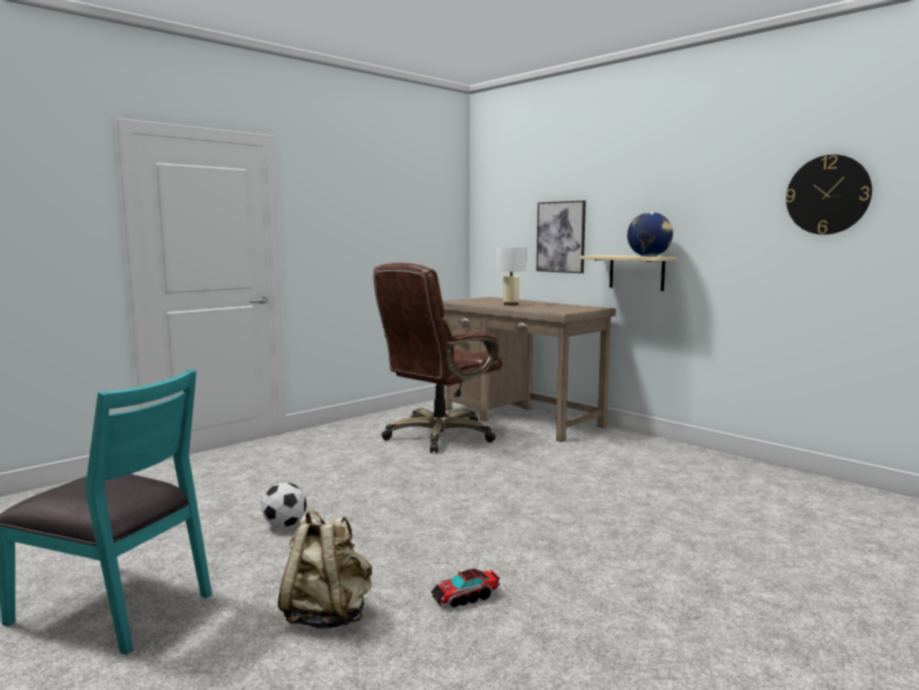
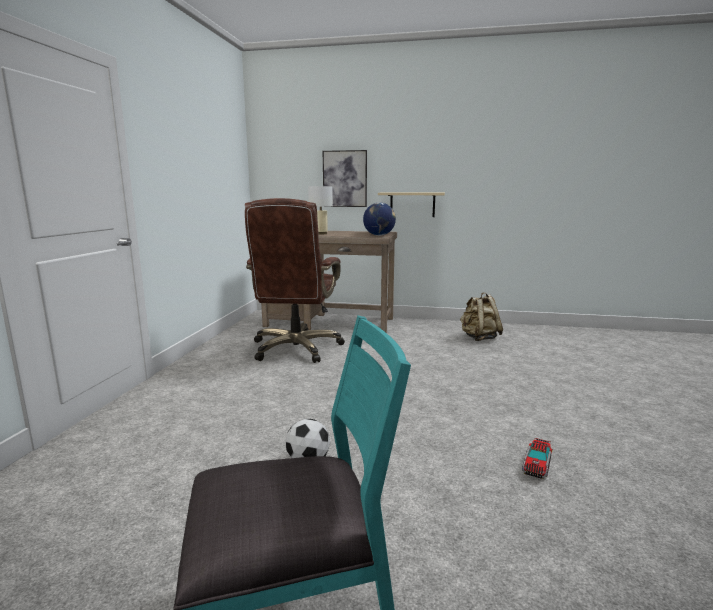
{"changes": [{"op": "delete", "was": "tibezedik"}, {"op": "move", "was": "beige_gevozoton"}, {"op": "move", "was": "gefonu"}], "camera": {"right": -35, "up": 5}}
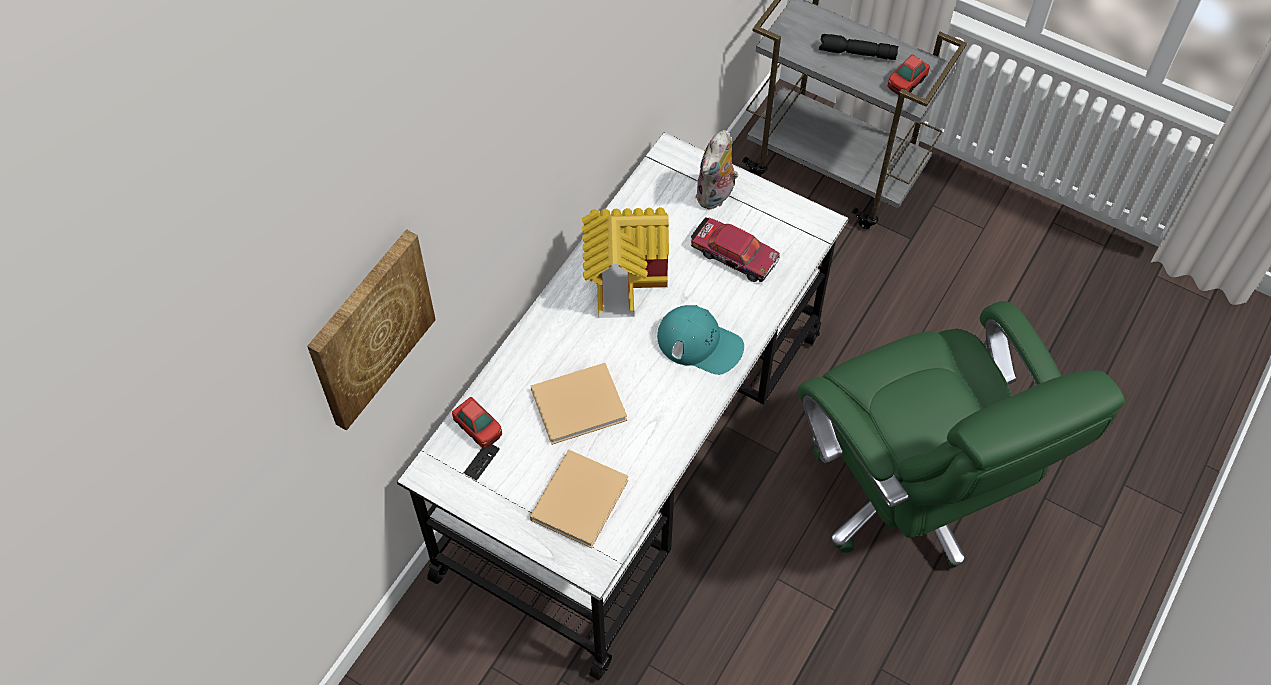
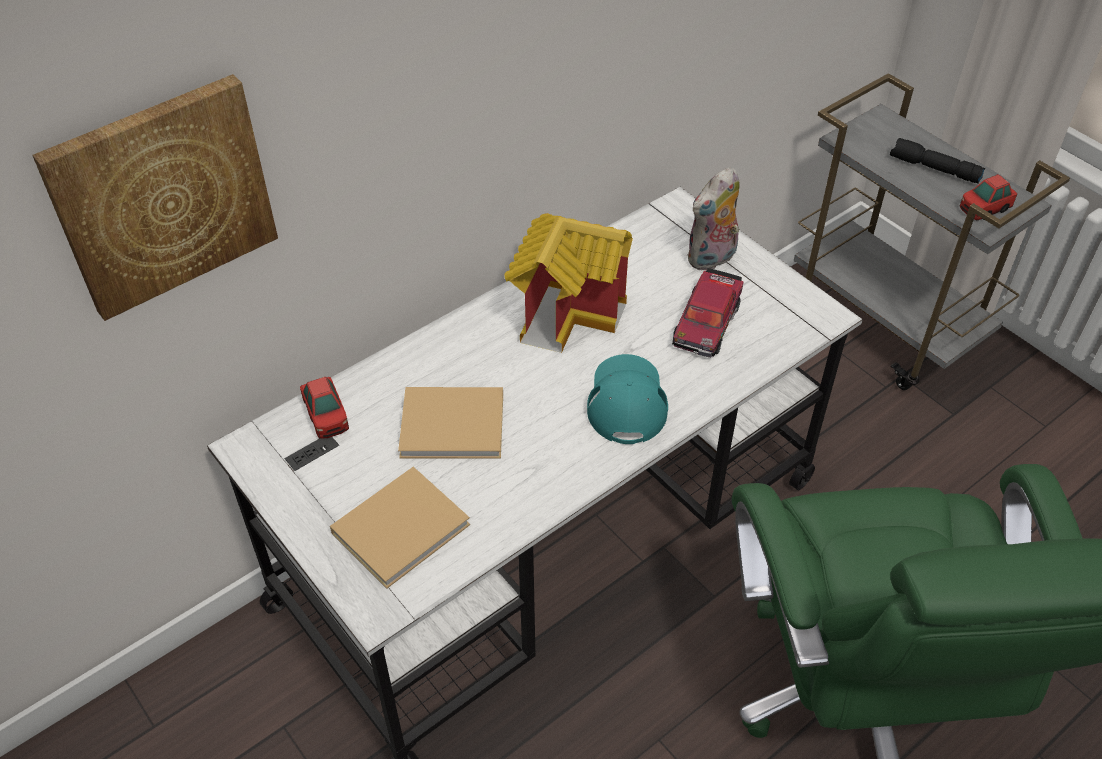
{"changes": [{"op": "rotate", "was": "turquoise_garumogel", "clockwise": -135}, {"op": "rotate", "was": "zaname (2nd from left)", "clockwise": 60}], "camera": {"right": 20, "up": -10}}
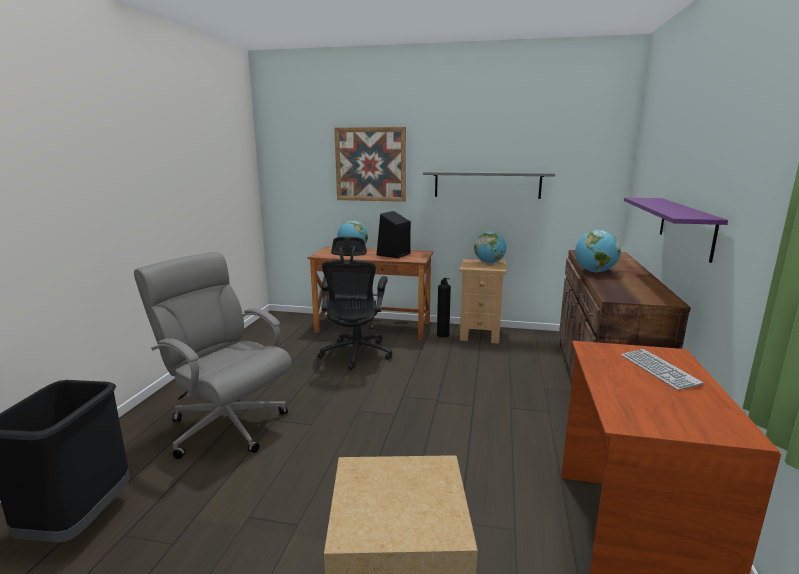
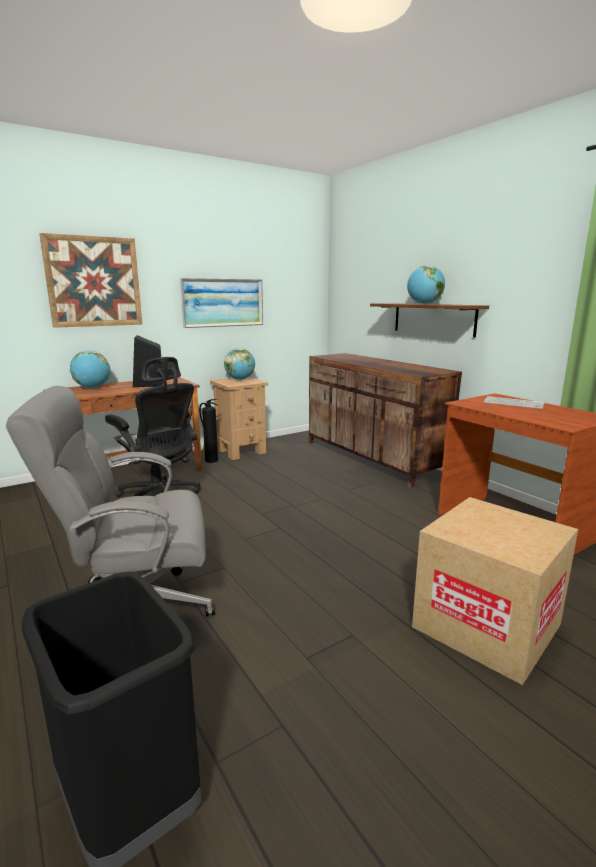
{"changes": [{"op": "move", "was": "gefonu (3rd from left)"}, {"op": "replace", "was": "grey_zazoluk", "now": "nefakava (2nd from left)"}, {"op": "recolor", "was": "purple_zazoluk", "now": "brown_zazoluk"}], "camera": {"right": -45, "up": 0}}
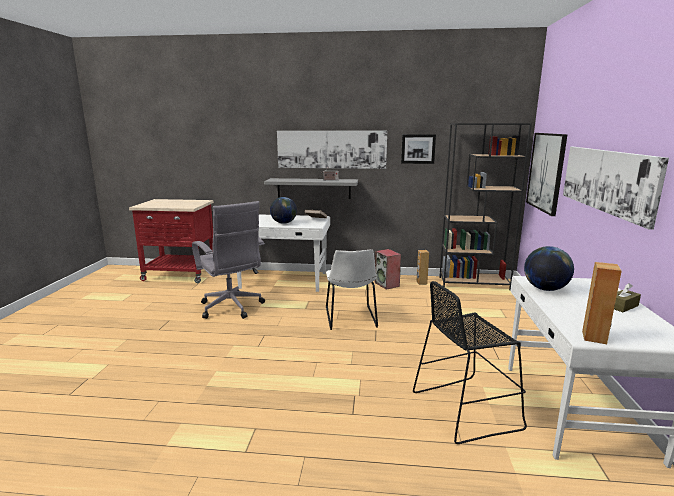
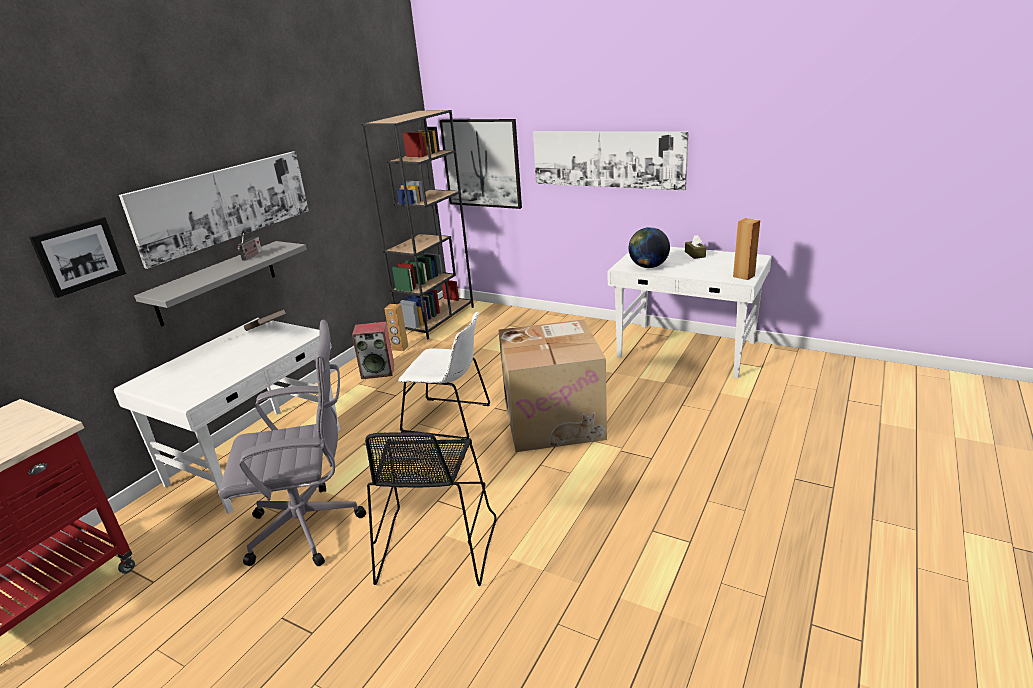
{"changes": [{"op": "delete", "was": "gefonu (1st from left)"}, {"op": "insert", "now": "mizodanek"}, {"op": "move", "was": "nefakava (2nd from left in the first image)", "now": "nefakava (1st from left)"}, {"op": "move", "was": "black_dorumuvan"}], "camera": {"right": -65, "up": 10}}
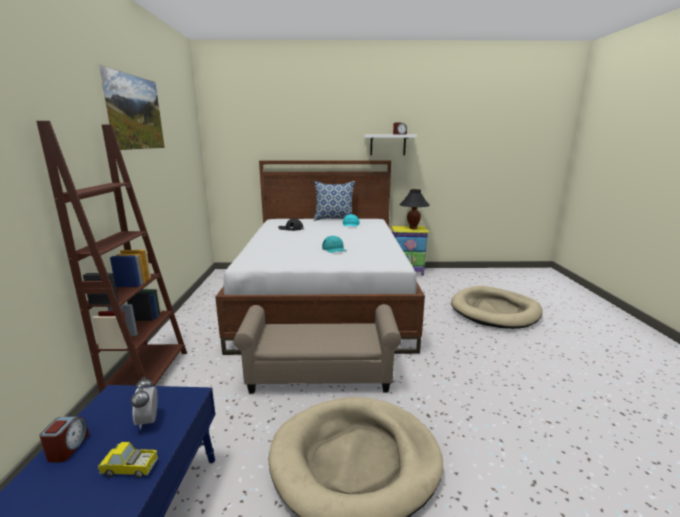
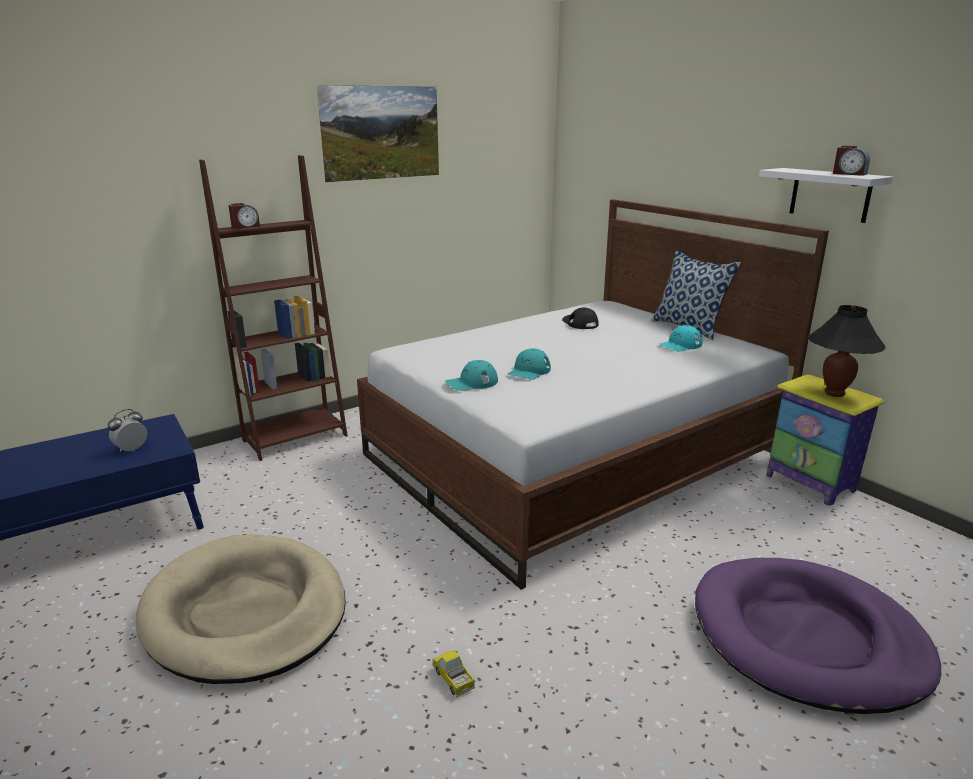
{"changes": [{"op": "delete", "was": "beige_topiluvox"}, {"op": "insert", "now": "turquoise_garumogel (1st from left)"}, {"op": "move", "was": "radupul (1st from left in the first image)", "now": "radupul (2nd from left)"}, {"op": "move", "was": "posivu"}, {"op": "recolor", "was": "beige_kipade (2nd from left)", "now": "purple_kipade"}], "camera": {"right": 55, "up": 5}}
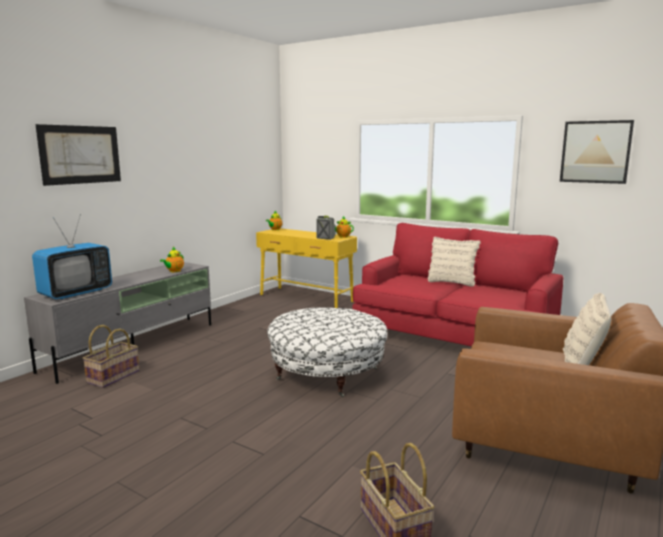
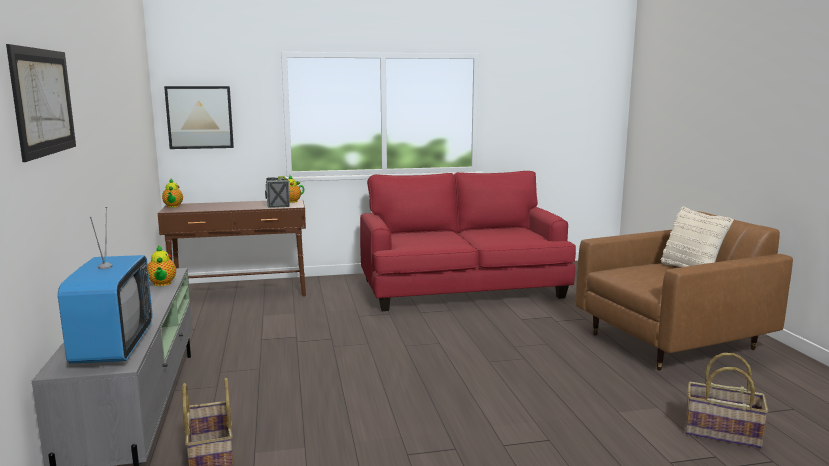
{"changes": [{"op": "delete", "was": "white_topiluvox"}, {"op": "delete", "was": "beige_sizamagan (1st from left)"}, {"op": "move", "was": "nefakava (2nd from left)"}, {"op": "recolor", "was": "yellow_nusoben", "now": "brown_nusoben"}], "camera": {"right": -45, "up": 0}}
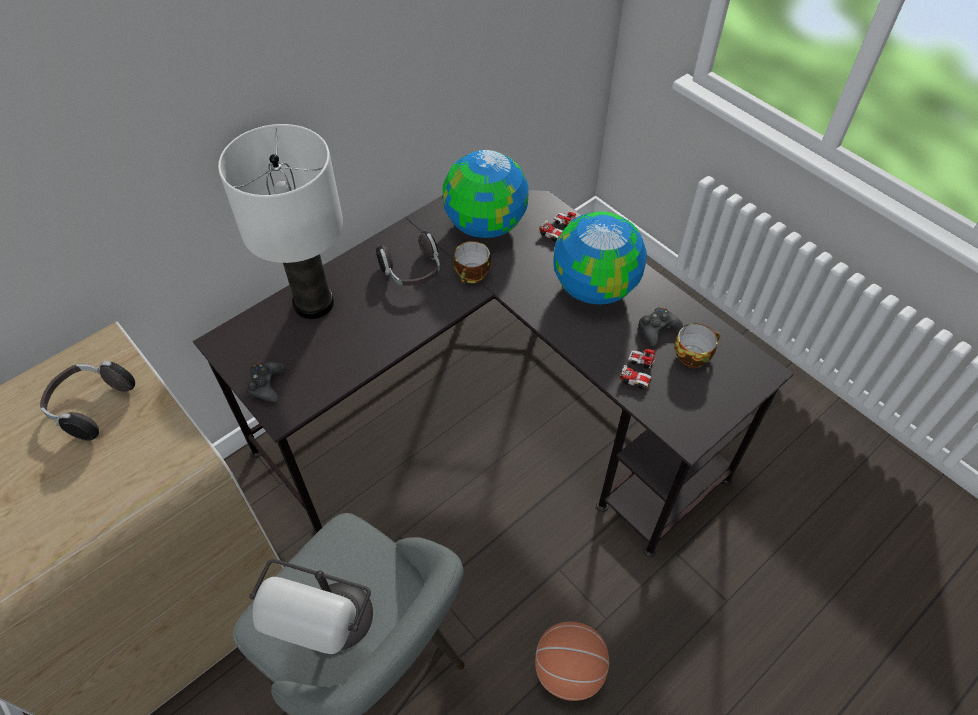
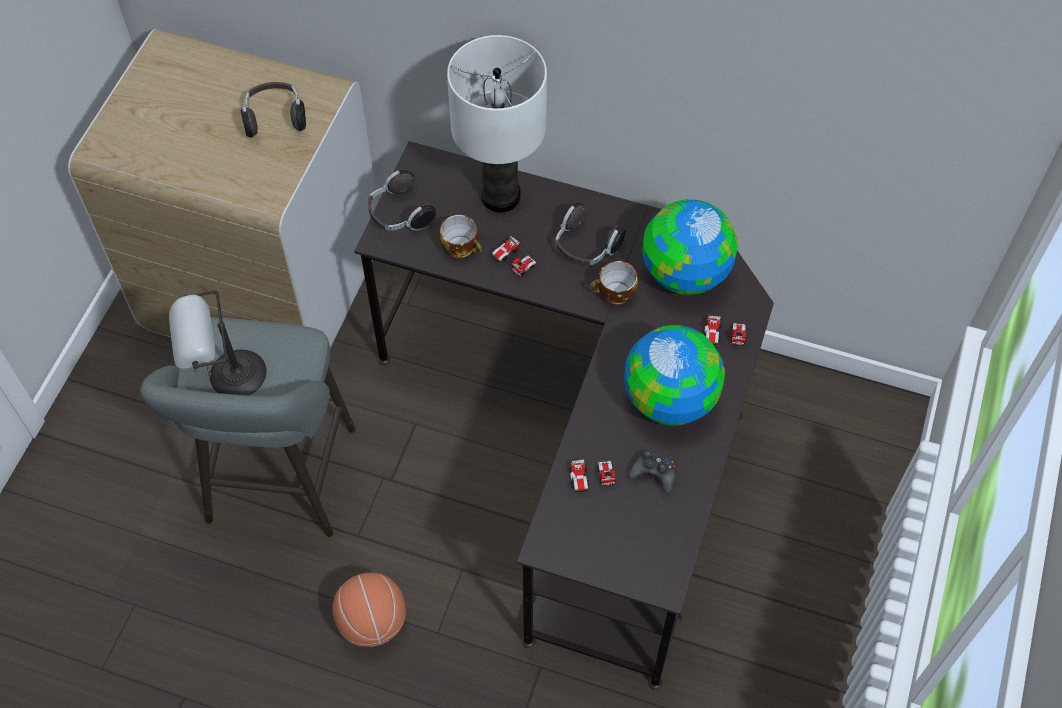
{"changes": [{"op": "insert", "now": "zaname (1st from left)"}, {"op": "move", "was": "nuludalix (2nd from left in the first image)", "now": "nuludalix (1st from left)"}, {"op": "replace", "was": "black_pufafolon (1st from left)", "now": "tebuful (2nd from left)"}], "camera": {"right": 60, "up": 5}}
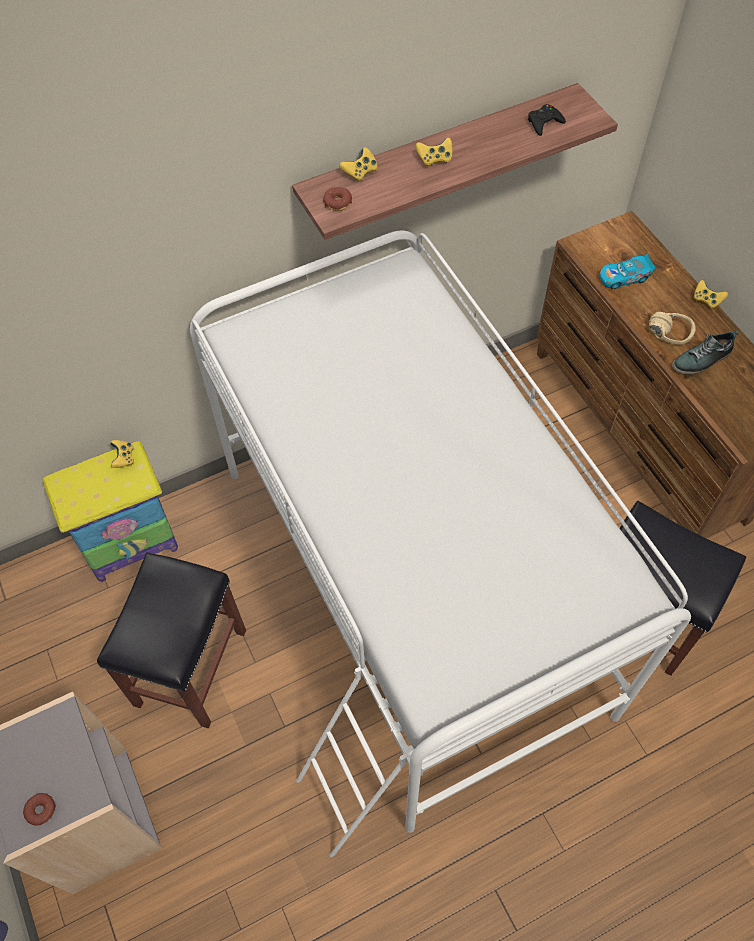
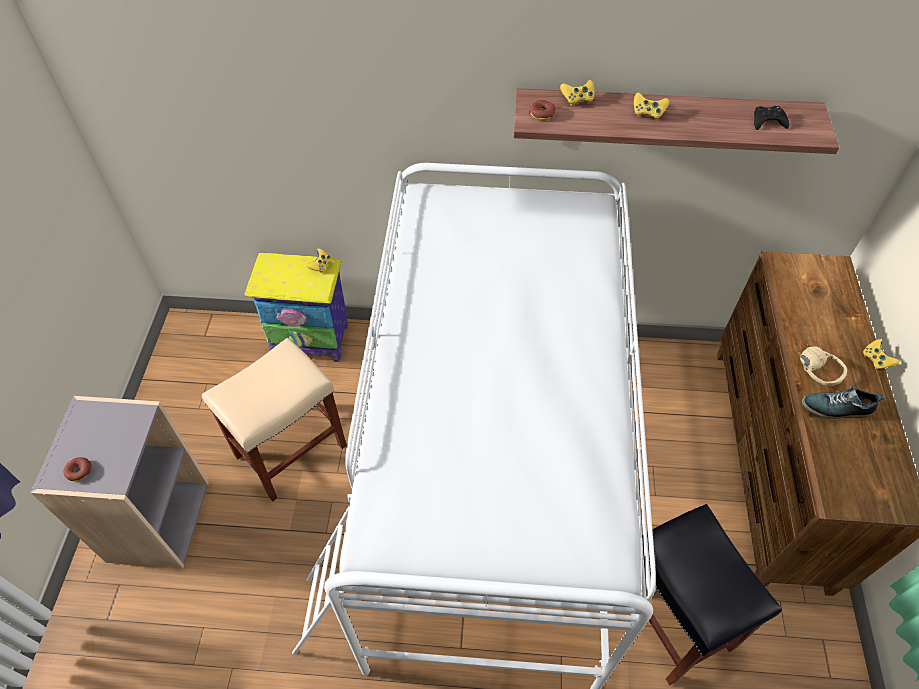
{"changes": [{"op": "delete", "was": "zaname"}, {"op": "recolor", "was": "black_dorumuvan (1st from left)", "now": "beige_dorumuvan"}], "camera": {"right": 30, "up": -5}}
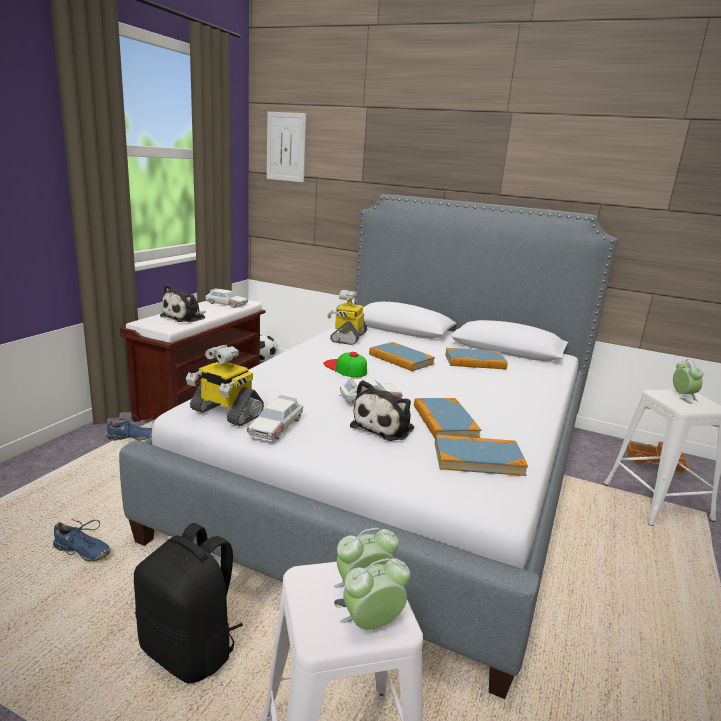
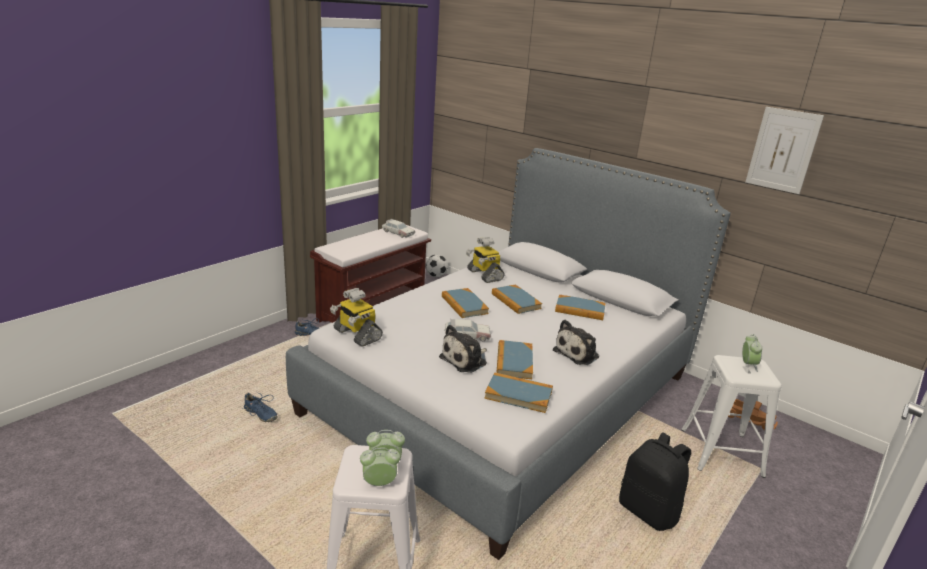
{"changes": [{"op": "delete", "was": "zaname (2nd from left)"}, {"op": "move", "was": "black_gevozoton"}, {"op": "move", "was": "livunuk (1st from left in the first image)", "now": "livunuk (2nd from left)"}, {"op": "move", "was": "nefakava"}, {"op": "replace", "was": "garumogel", "now": "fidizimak (1st from left)"}, {"op": "rotate", "was": "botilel (2nd from left)", "clockwise": -60}], "camera": {"right": 15, "up": 5}}
